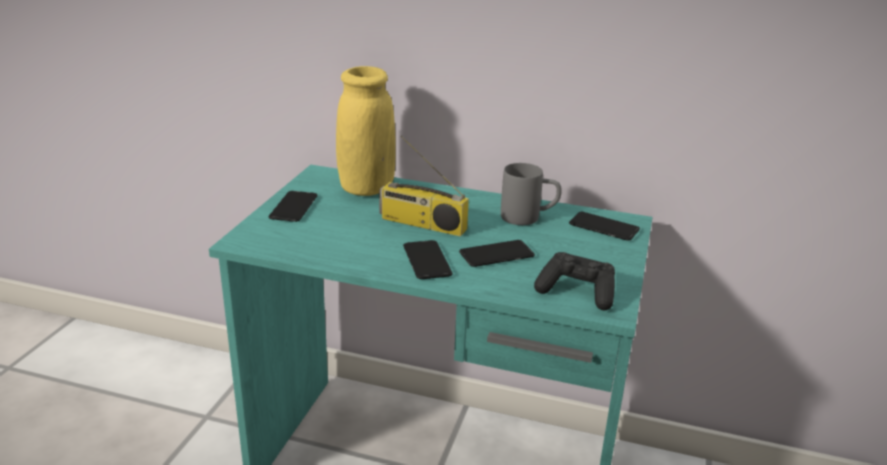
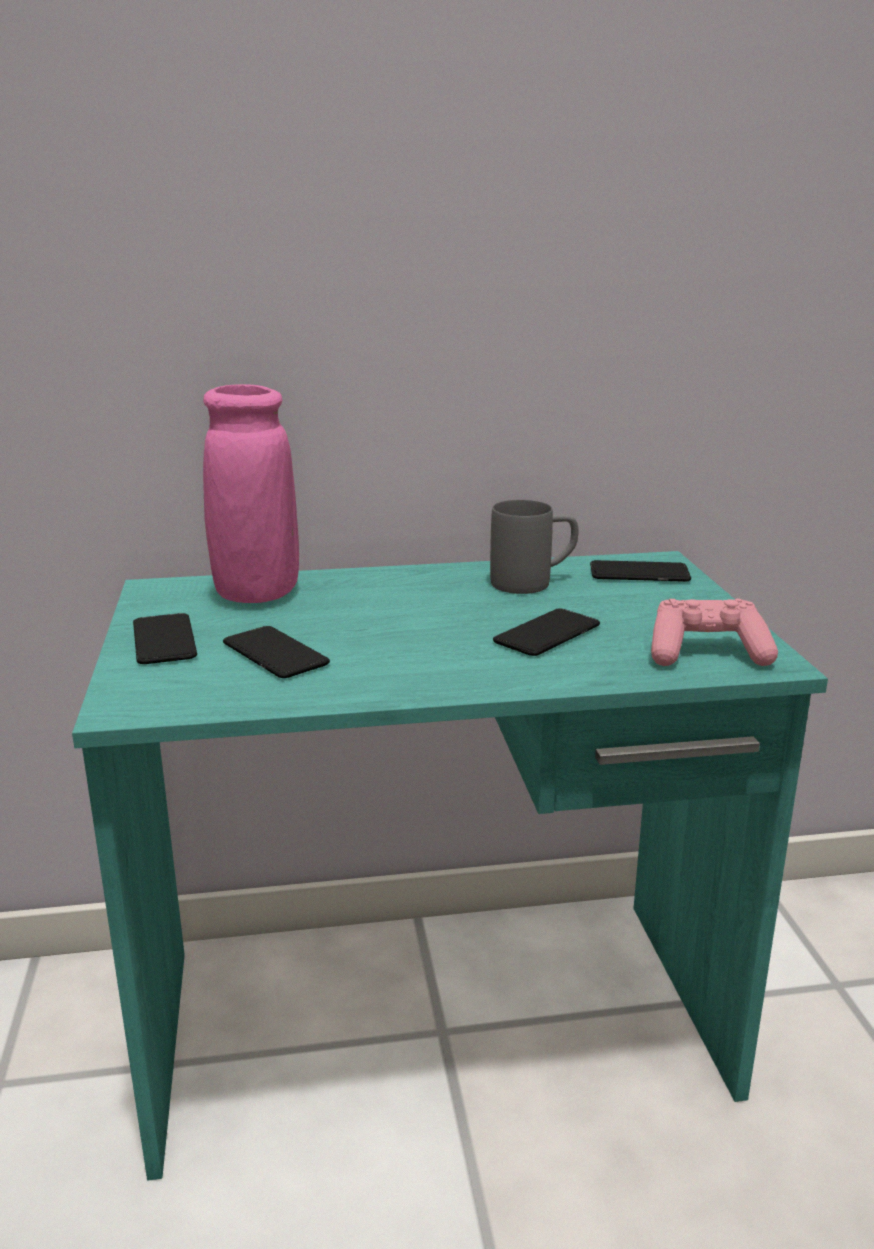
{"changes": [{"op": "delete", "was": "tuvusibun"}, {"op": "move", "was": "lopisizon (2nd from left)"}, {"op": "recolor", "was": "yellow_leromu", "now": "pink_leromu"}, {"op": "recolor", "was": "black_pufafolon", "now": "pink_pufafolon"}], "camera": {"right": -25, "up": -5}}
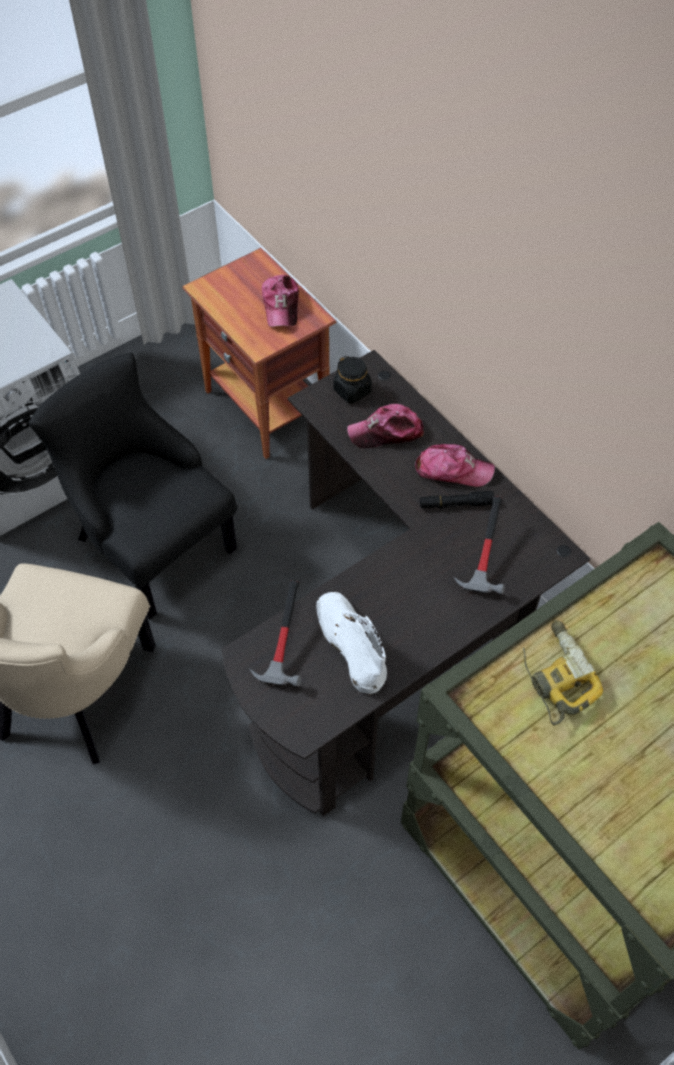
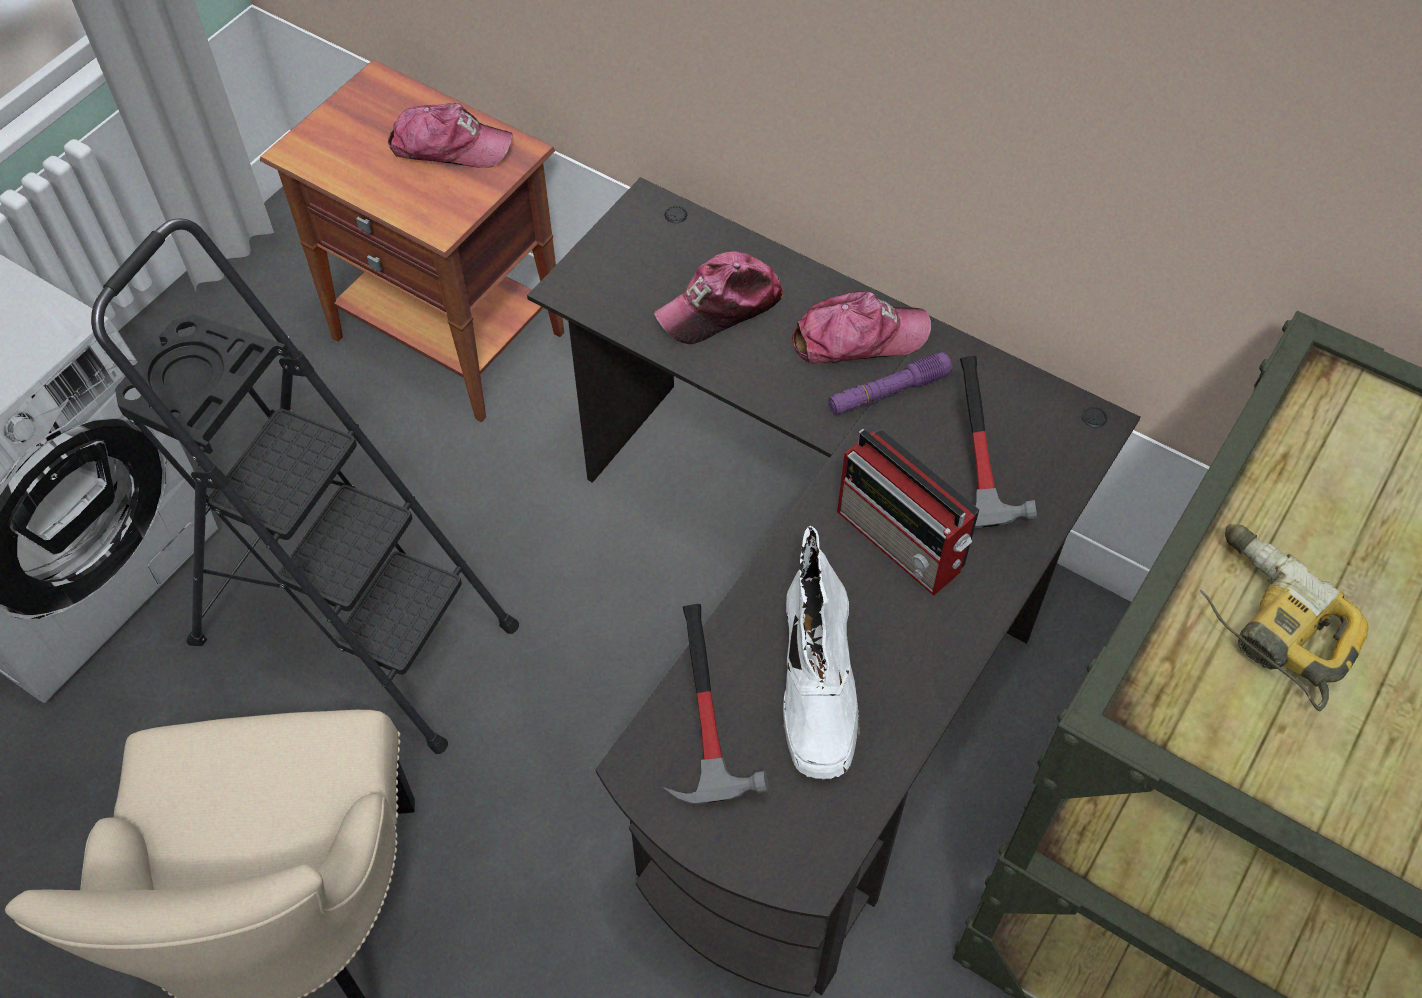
{"changes": [{"op": "delete", "was": "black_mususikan"}, {"op": "insert", "now": "tuvusibun"}, {"op": "replace", "was": "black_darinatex", "now": "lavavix"}, {"op": "recolor", "was": "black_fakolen", "now": "purple_fakolen"}, {"op": "rotate", "was": "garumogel (1st from left)", "clockwise": -60}, {"op": "rotate", "was": "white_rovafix", "clockwise": -135}], "camera": {"right": -20, "up": 0}}
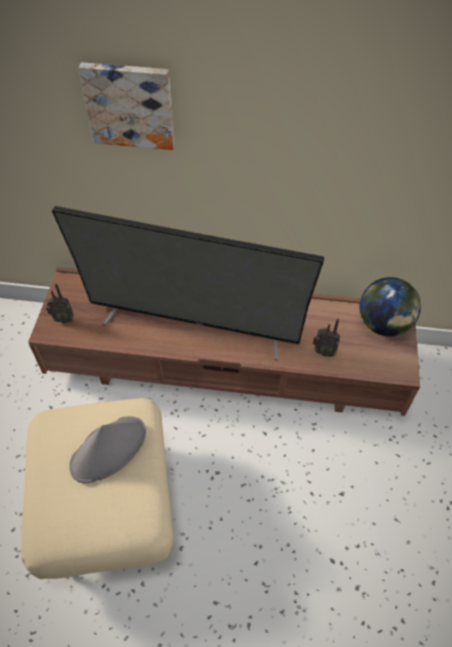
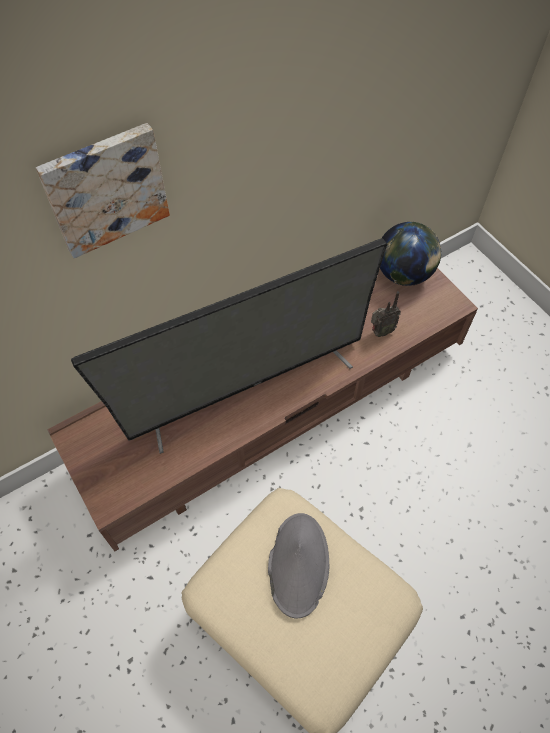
{"changes": [{"op": "delete", "was": "tuvusibun (1st from left)"}], "camera": {"right": -40, "up": 5}}
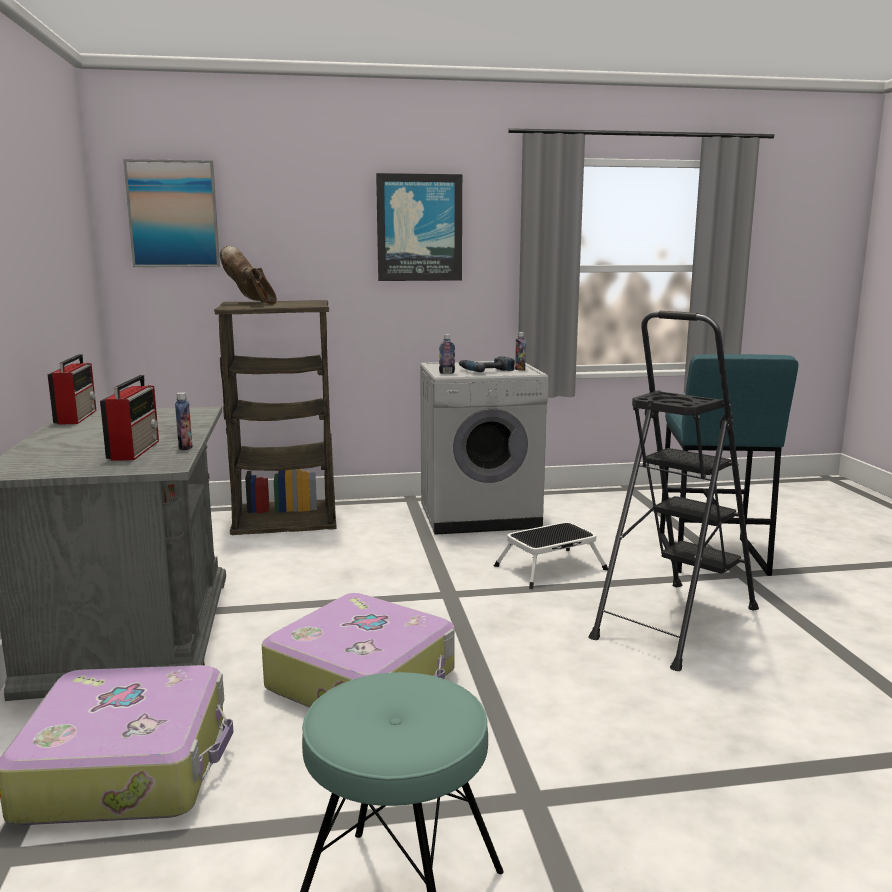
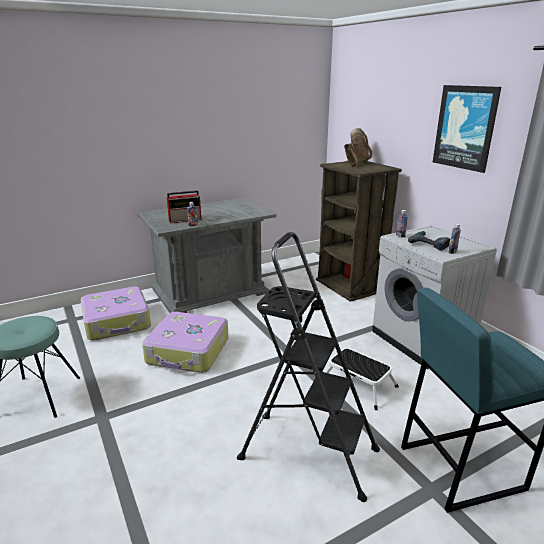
{"changes": [{"op": "delete", "was": "tuvusibun (1st from left)"}, {"op": "delete", "was": "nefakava (1st from left)"}], "camera": {"right": 70, "up": 10}}
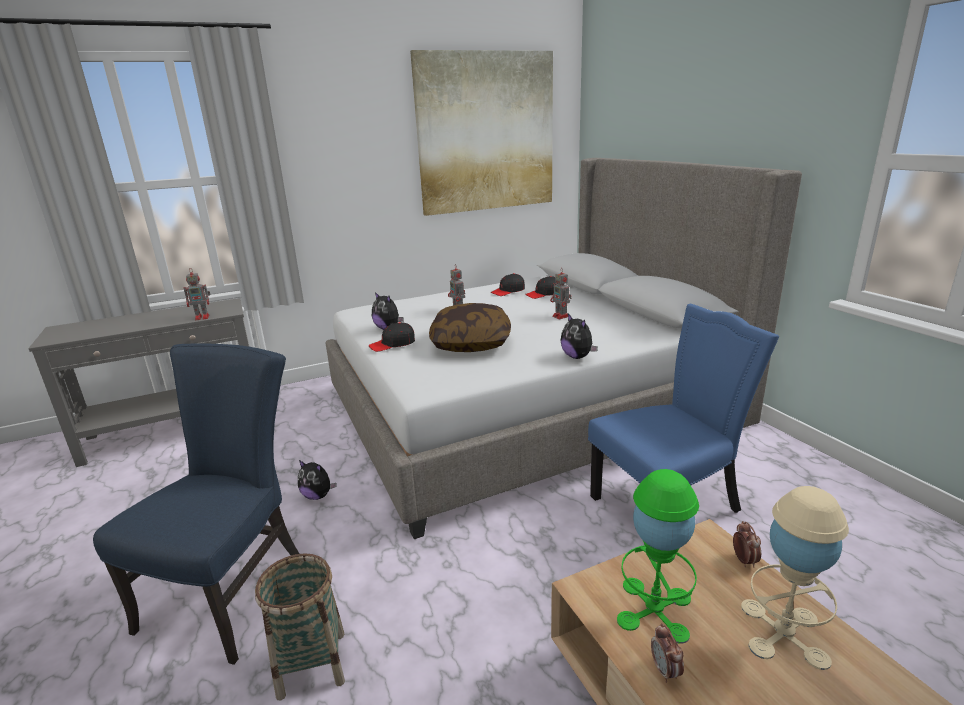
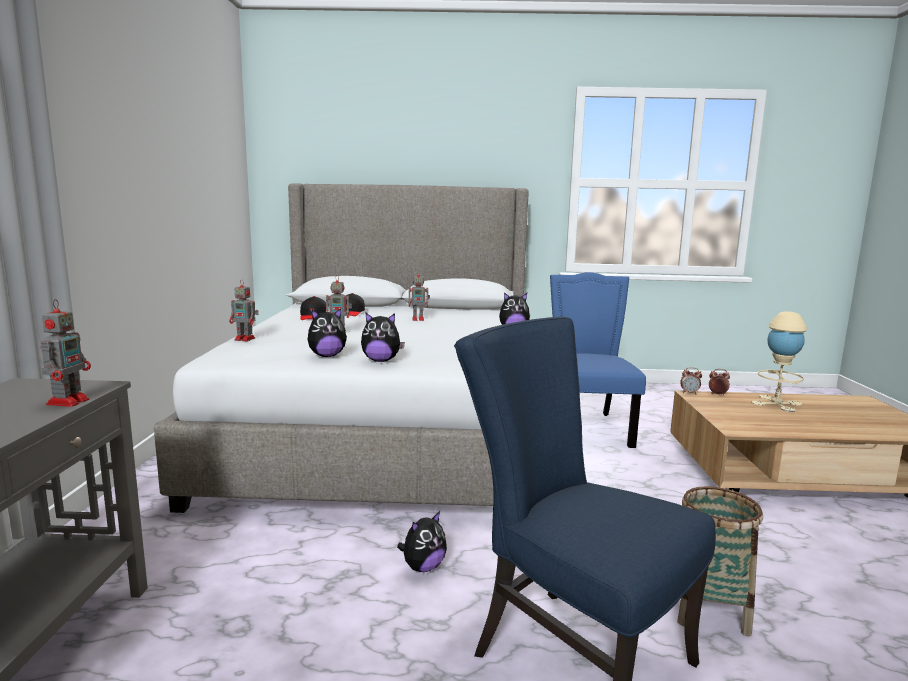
{"changes": [{"op": "delete", "was": "nefakava"}, {"op": "delete", "was": "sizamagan"}, {"op": "delete", "was": "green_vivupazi"}, {"op": "insert", "now": "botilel (2nd from left)"}, {"op": "move", "was": "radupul (1st from left)"}, {"op": "replace", "was": "black_garumogel (1st from left)", "now": "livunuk (2nd from left)"}], "camera": {"right": -65, "up": -10}}
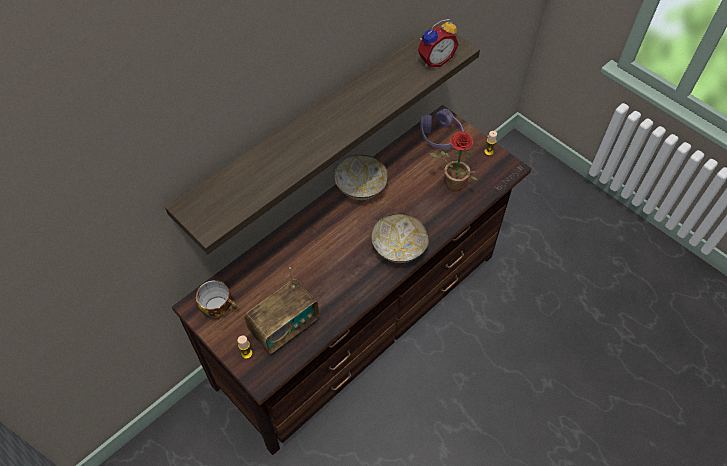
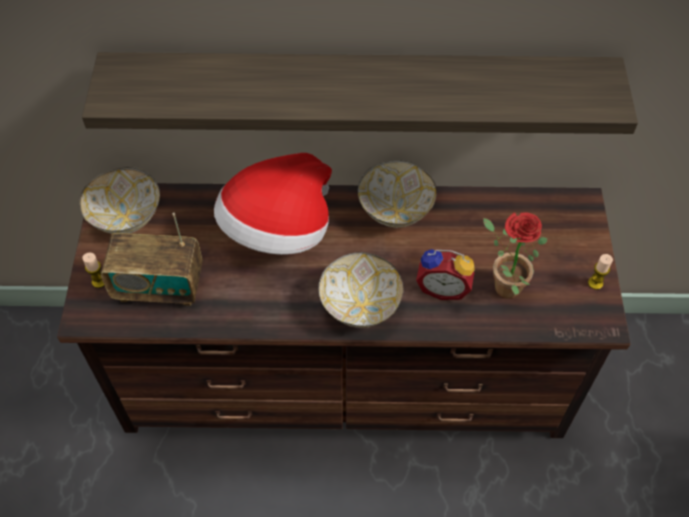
{"changes": [{"op": "delete", "was": "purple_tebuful"}, {"op": "insert", "now": "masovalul"}, {"op": "move", "was": "radupul"}, {"op": "replace", "was": "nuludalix", "now": "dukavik (1st from left)"}], "camera": {"right": 45, "up": 0}}
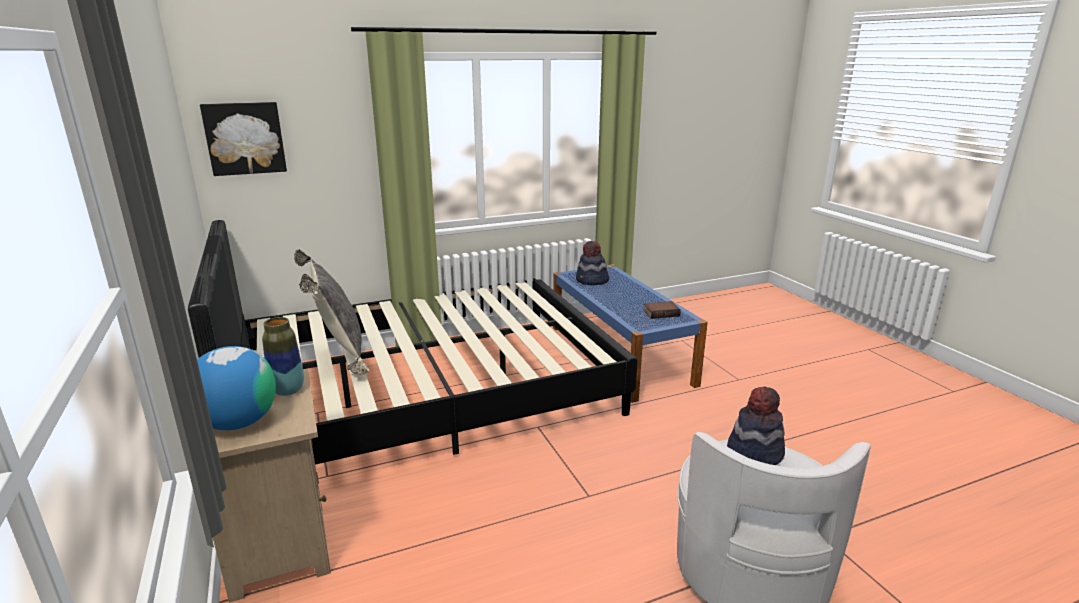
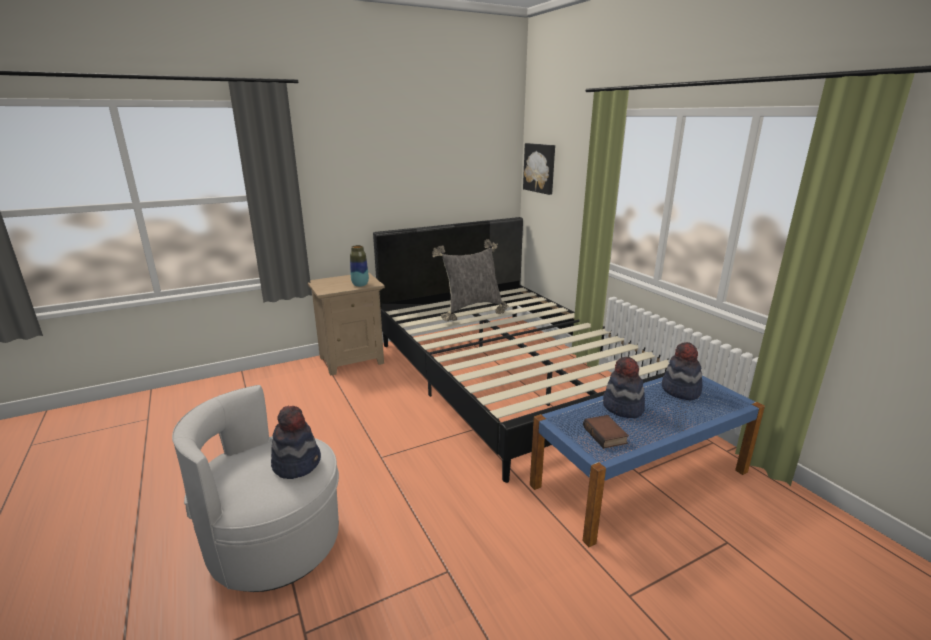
{"changes": [{"op": "delete", "was": "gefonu"}, {"op": "insert", "now": "masovalul (2nd from left)"}], "camera": {"right": 85, "up": 0}}
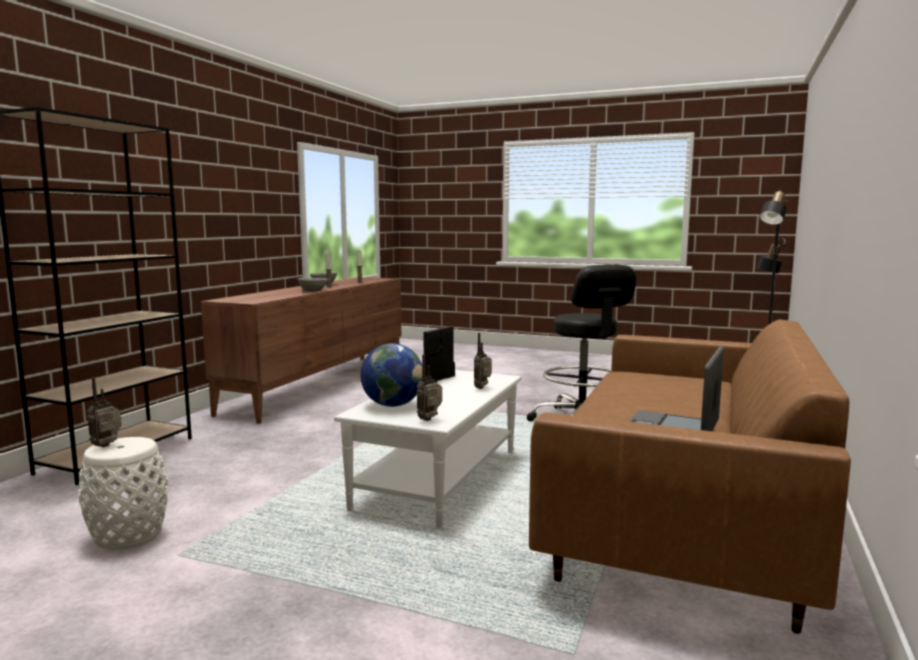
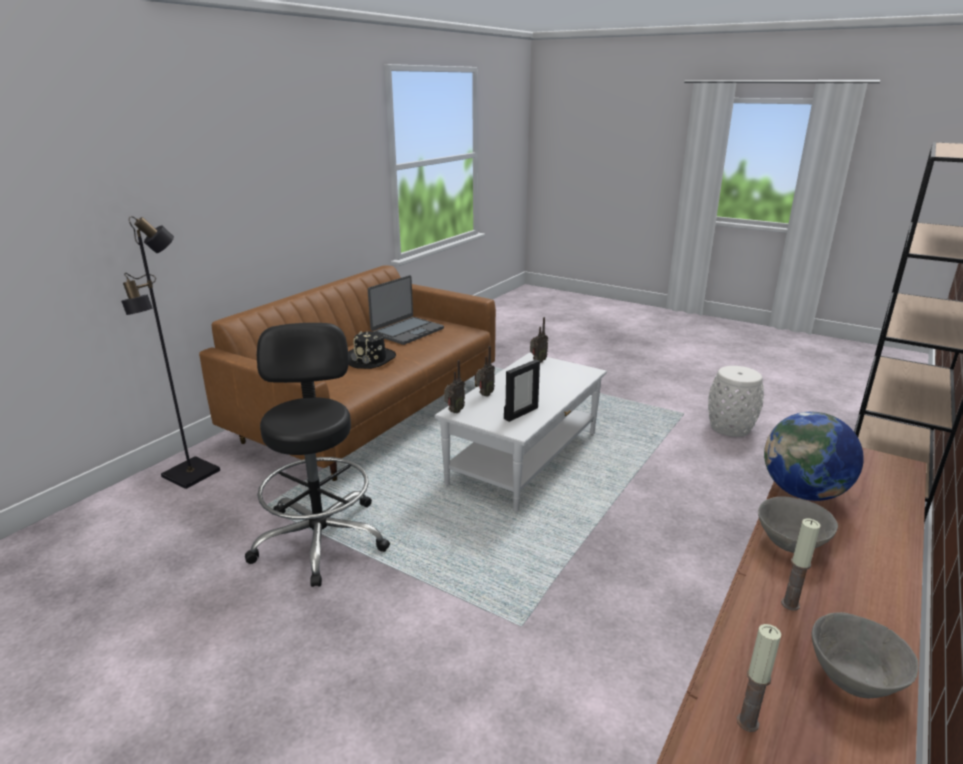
{"changes": [{"op": "insert", "now": "black_masovalul"}, {"op": "move", "was": "tuvusibun (1st from left)"}, {"op": "move", "was": "gefonu"}], "camera": {"right": -170, "up": 15}}
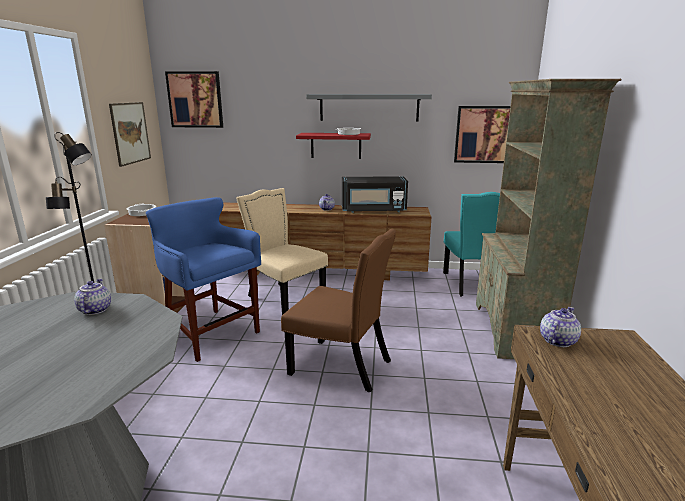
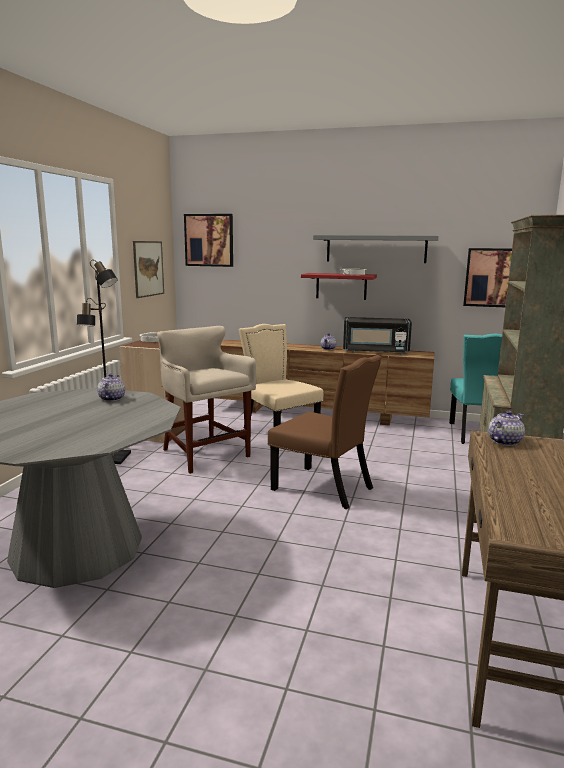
{"changes": [{"op": "recolor", "was": "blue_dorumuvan", "now": "beige_dorumuvan"}], "camera": {"right": 10, "up": -5}}
